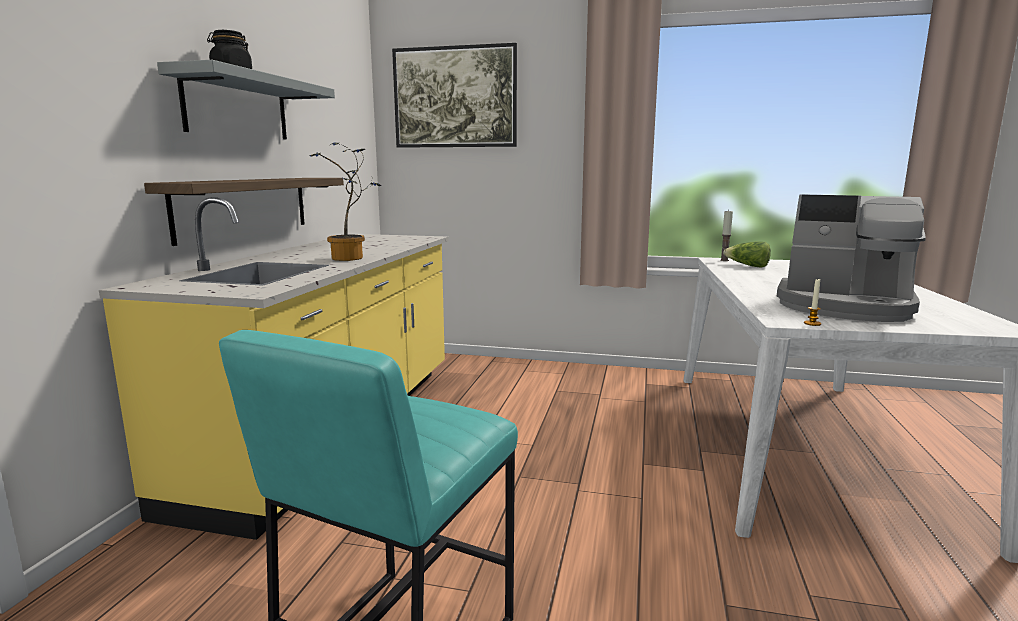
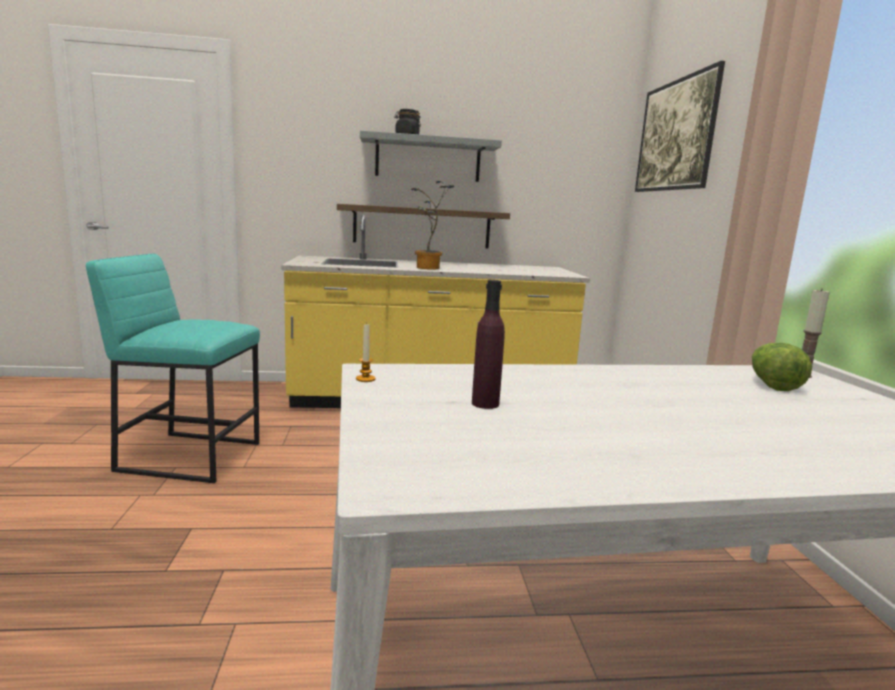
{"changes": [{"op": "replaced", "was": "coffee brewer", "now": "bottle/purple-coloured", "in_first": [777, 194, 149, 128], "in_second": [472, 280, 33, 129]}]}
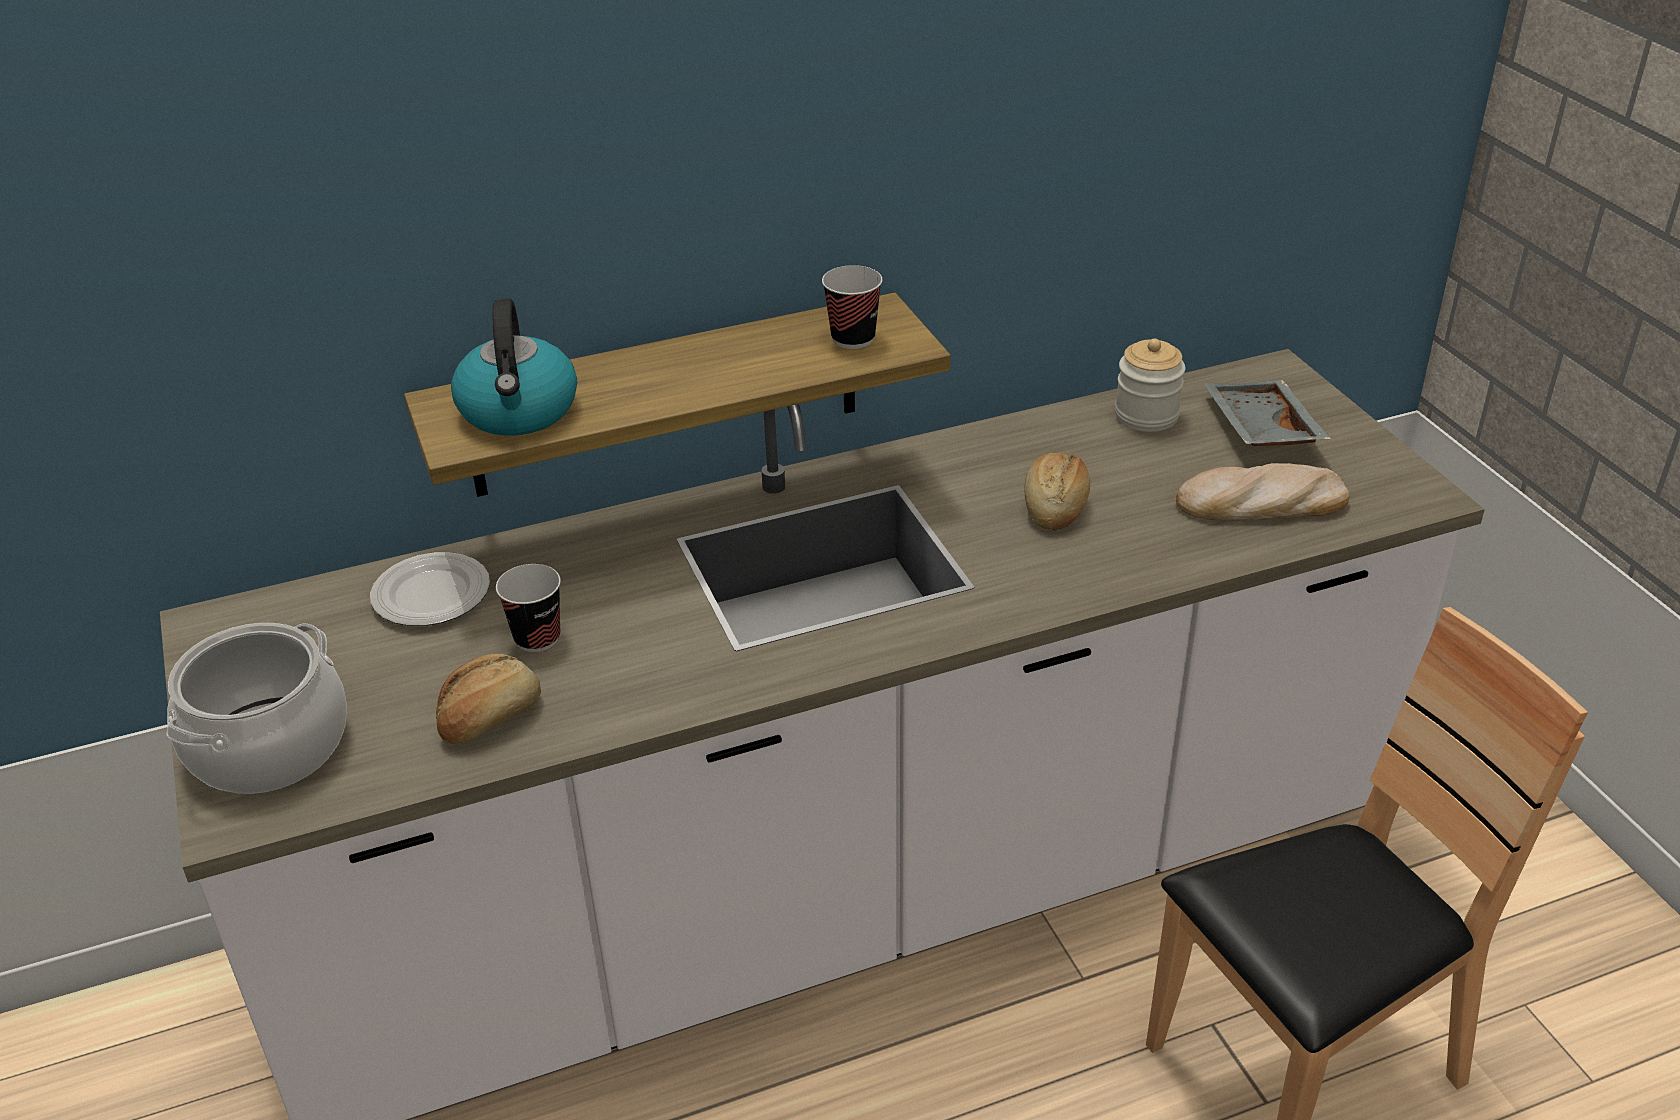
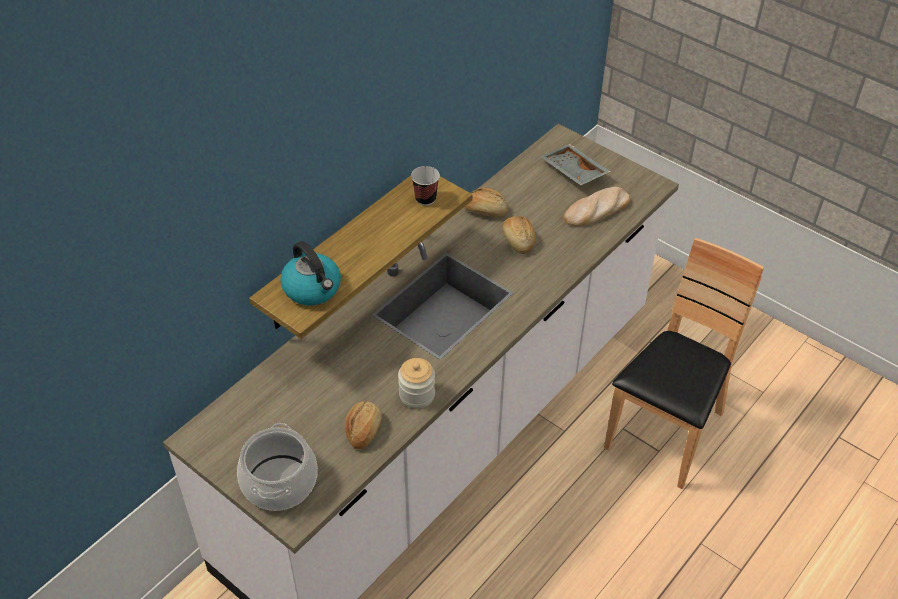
{"changes": [{"op": "moved", "was": "jar", "in_first": [1115, 339, 70, 93], "in_second": [398, 358, 37, 51]}, {"op": "removed", "was": "plate", "in_first": [370, 552, 120, 74]}, {"op": "removed", "was": "drinking cup", "in_first": [496, 564, 65, 88]}, {"op": "added", "now": "baked bread", "in_second": [464, 188, 44, 30]}]}
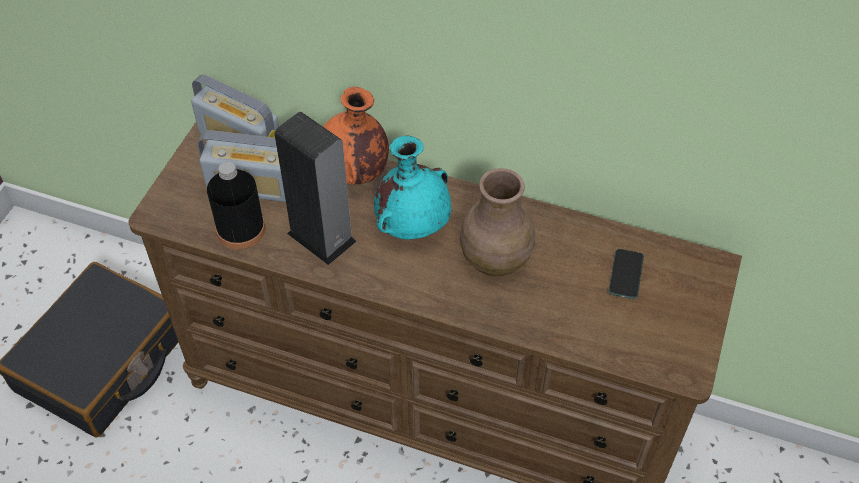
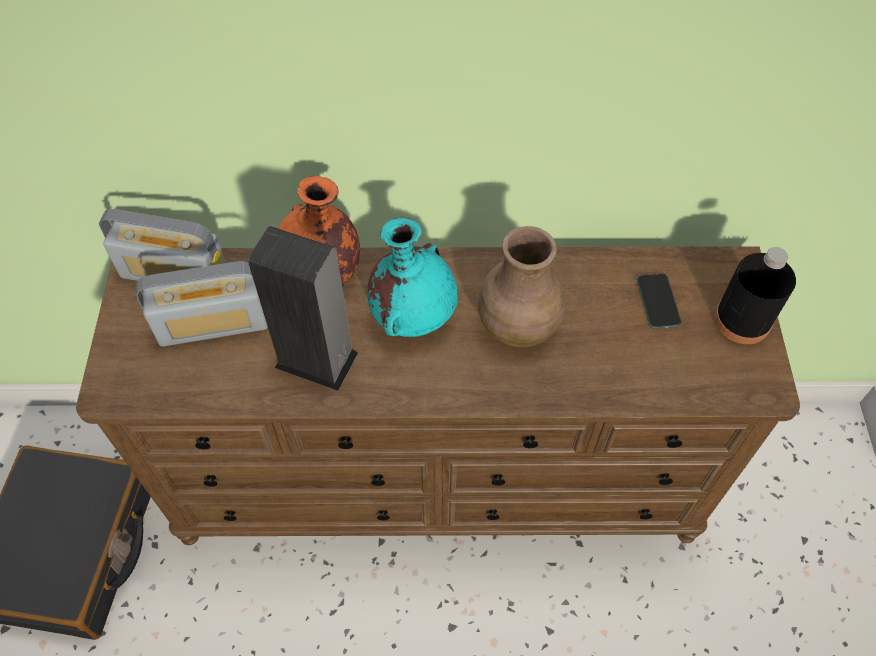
{"changes": [{"op": "moved", "was": "bottle/black-coloured", "in_first": [207, 162, 59, 87], "in_second": [714, 247, 82, 97]}]}
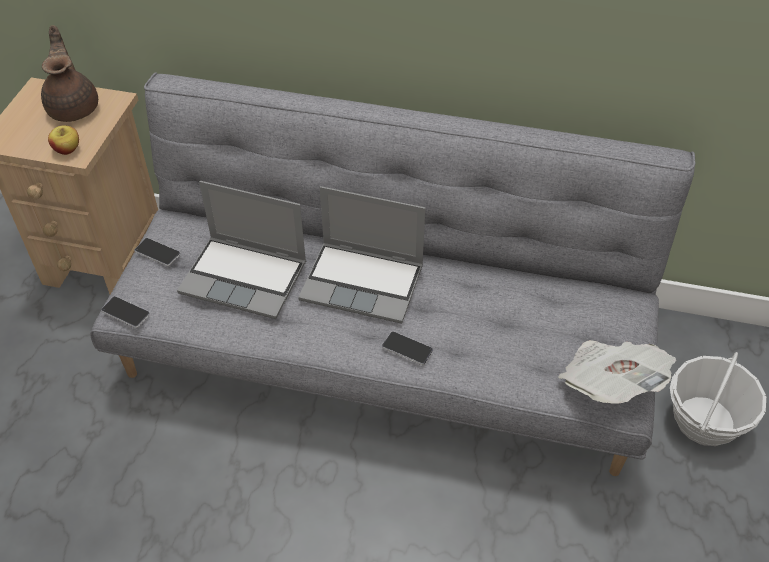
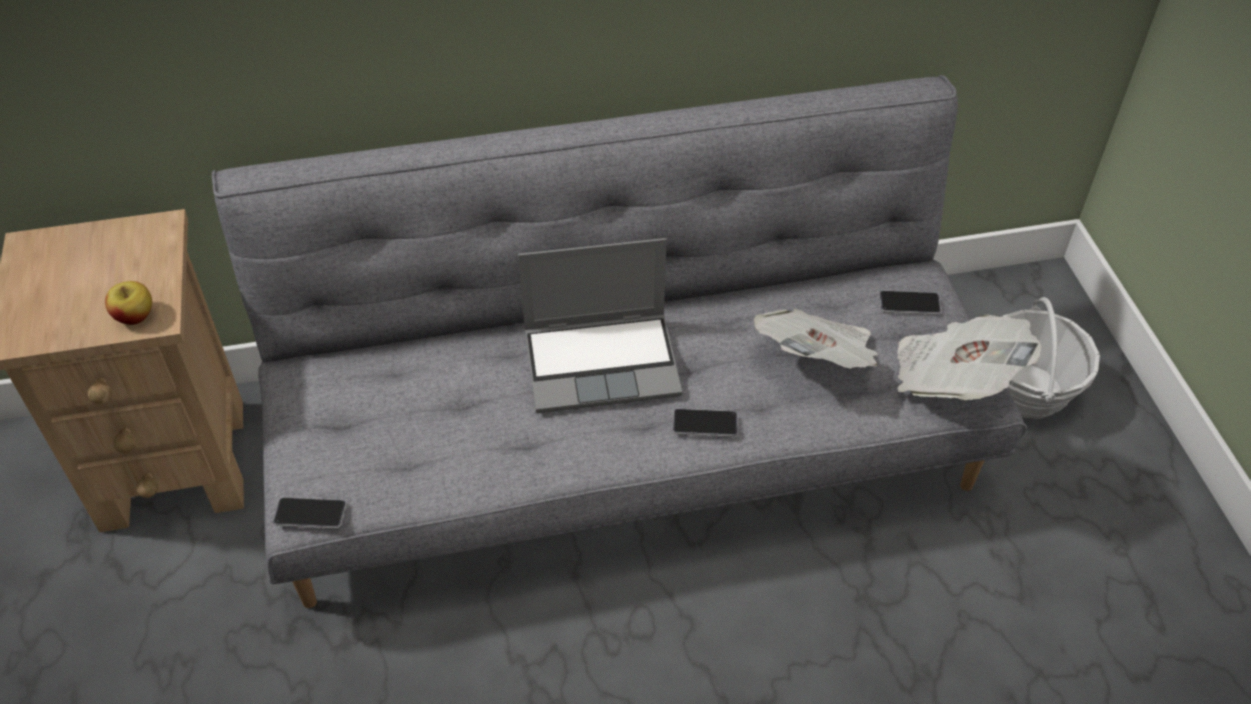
{"changes": [{"op": "removed", "was": "pot for tea/brownish", "in_first": [41, 25, 57, 97]}, {"op": "removed", "was": "laptop", "in_first": [177, 181, 129, 138]}, {"op": "moved", "was": "handset", "in_first": [134, 238, 46, 28], "in_second": [880, 291, 61, 24]}, {"op": "added", "now": "printed paper", "in_second": [754, 309, 124, 59]}]}
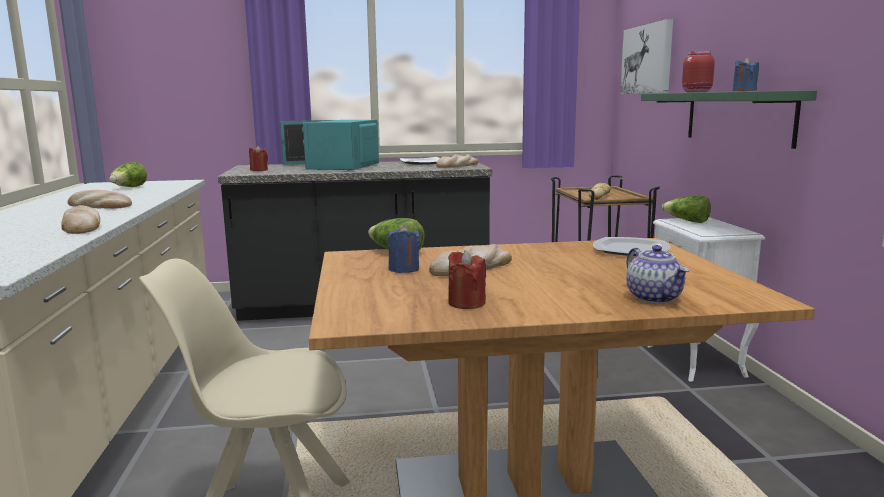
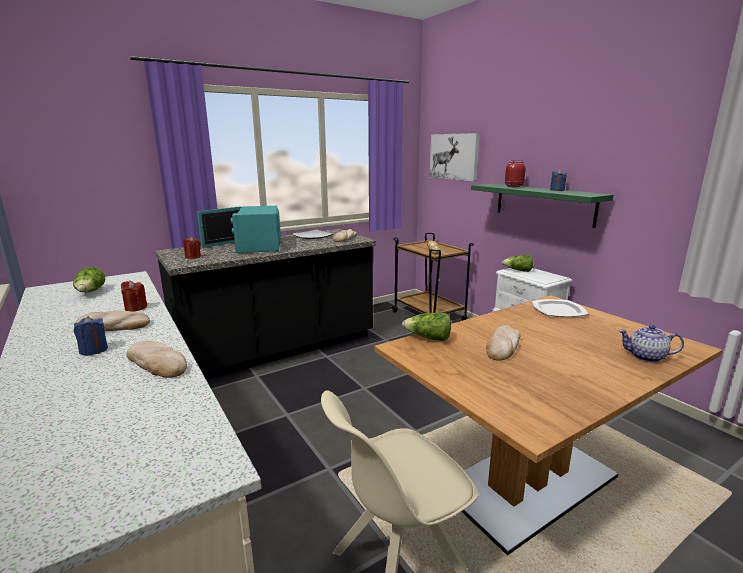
{"changes": [{"op": "moved", "was": "wax light/bluish", "in_first": [388, 225, 32, 48], "in_second": [74, 316, 34, 40]}, {"op": "turned", "was": "pot for tea", "in_first": [626, 245, 63, 59], "in_second": [618, 325, 66, 37], "clockwise": 150}, {"op": "moved", "was": "wax light/red-coloured", "in_first": [448, 250, 38, 59], "in_second": [121, 281, 26, 31]}]}
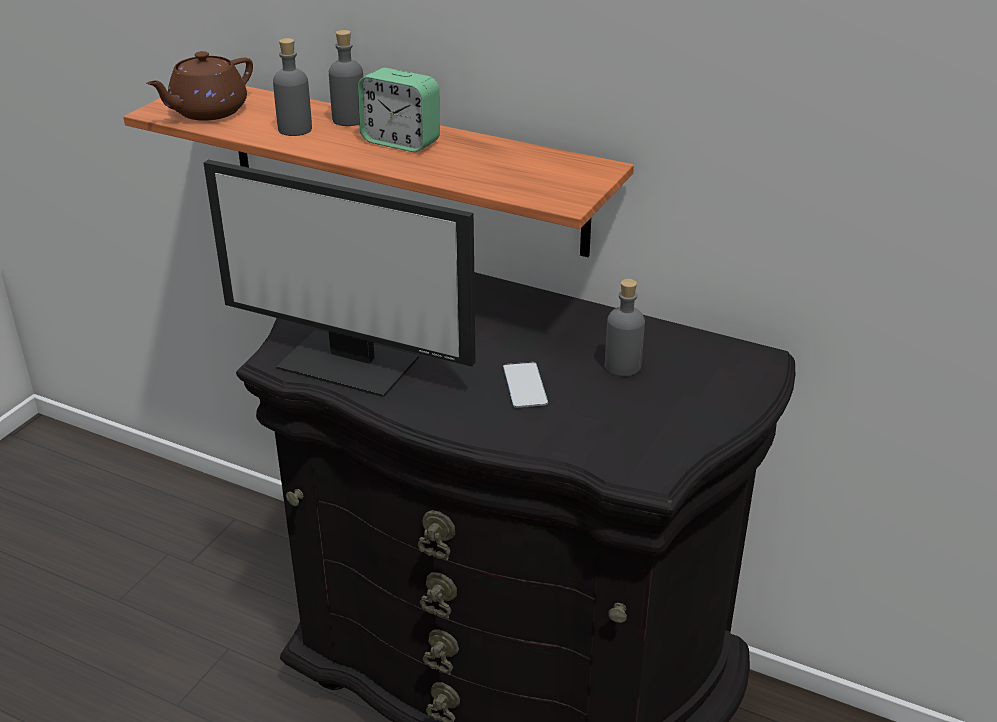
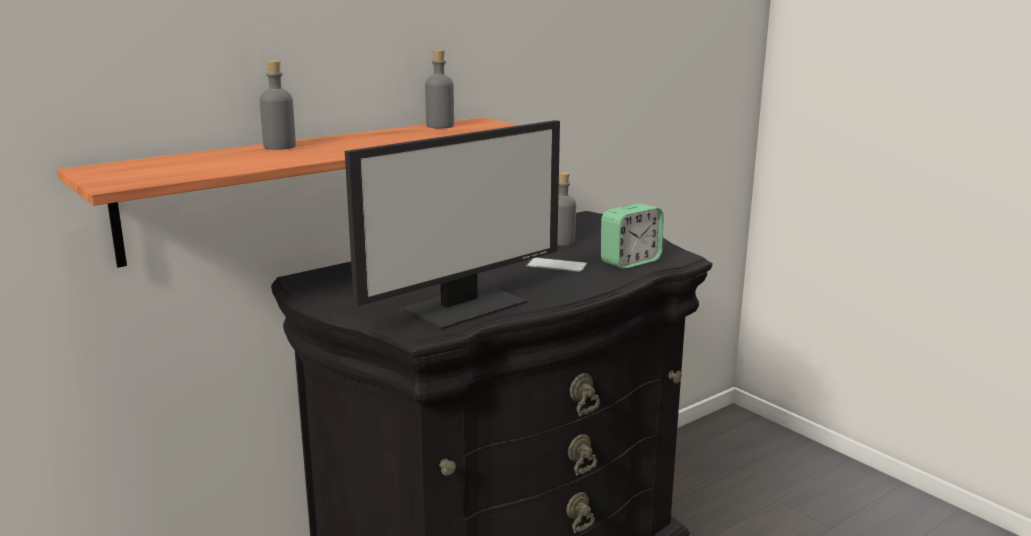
{"changes": [{"op": "moved", "was": "bottle/gray", "in_first": [273, 38, 39, 98], "in_second": [425, 50, 29, 78]}, {"op": "removed", "was": "pot for tea/brownish", "in_first": [146, 51, 107, 70]}, {"op": "moved", "was": "table clock", "in_first": [358, 68, 82, 84], "in_second": [601, 203, 63, 66]}]}
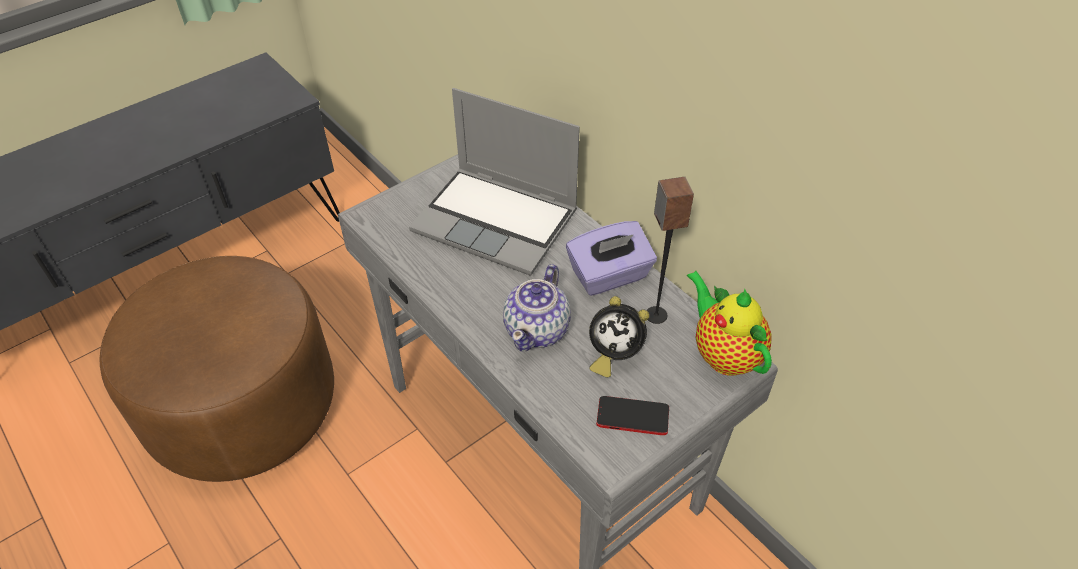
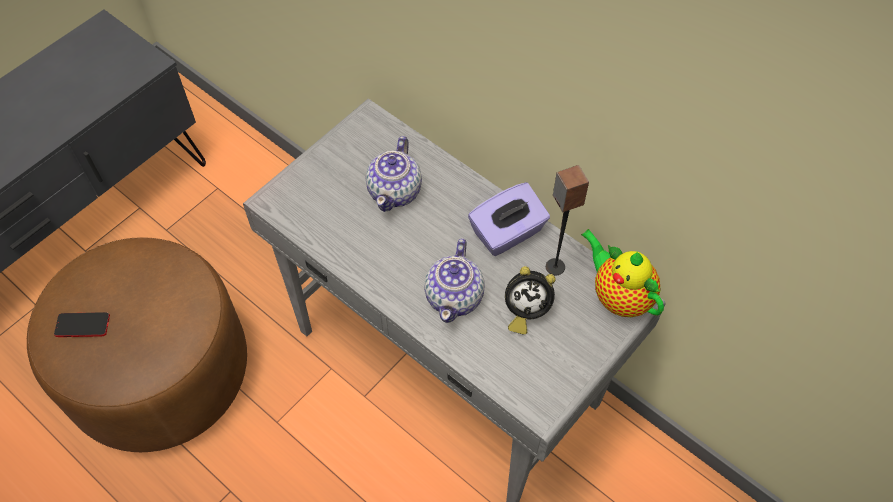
{"changes": [{"op": "replaced", "was": "laptop", "now": "pot for tea", "in_first": [409, 88, 171, 188], "in_second": [366, 136, 56, 76]}, {"op": "moved", "was": "handset", "in_first": [596, 396, 73, 39], "in_second": [54, 312, 56, 25]}]}
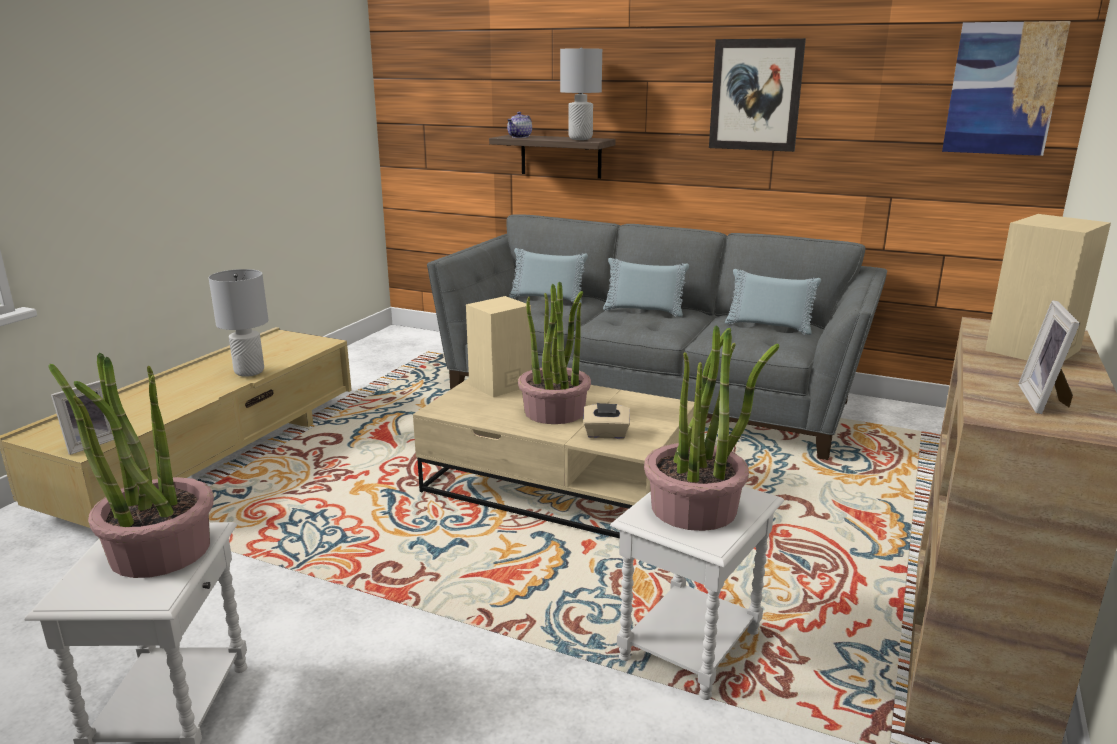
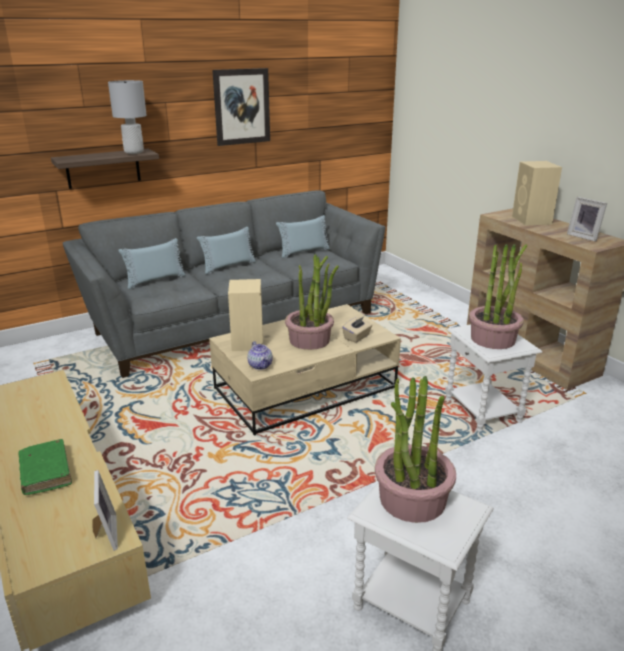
{"changes": [{"op": "removed", "was": "picture", "in_first": [942, 21, 129, 135]}, {"op": "moved", "was": "pot for tea", "in_first": [507, 112, 25, 26], "in_second": [247, 341, 26, 29]}, {"op": "removed", "was": "lamp for a table/gray", "in_first": [209, 269, 59, 108]}, {"op": "added", "now": "bound book/green", "in_second": [18, 439, 54, 56]}]}
